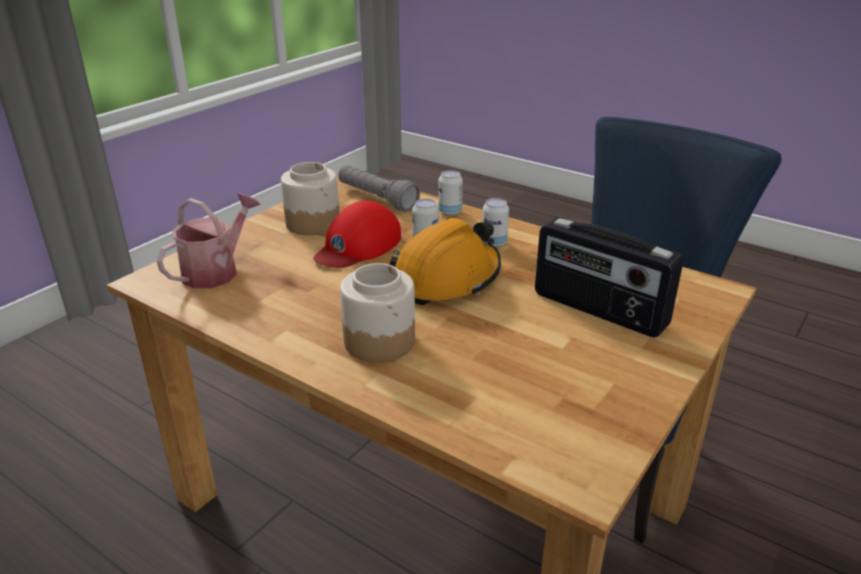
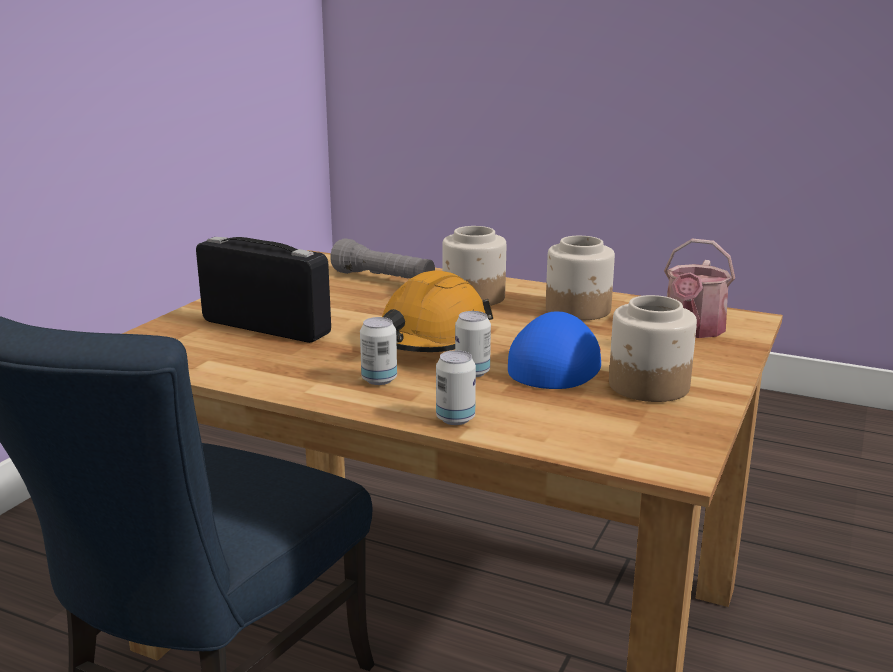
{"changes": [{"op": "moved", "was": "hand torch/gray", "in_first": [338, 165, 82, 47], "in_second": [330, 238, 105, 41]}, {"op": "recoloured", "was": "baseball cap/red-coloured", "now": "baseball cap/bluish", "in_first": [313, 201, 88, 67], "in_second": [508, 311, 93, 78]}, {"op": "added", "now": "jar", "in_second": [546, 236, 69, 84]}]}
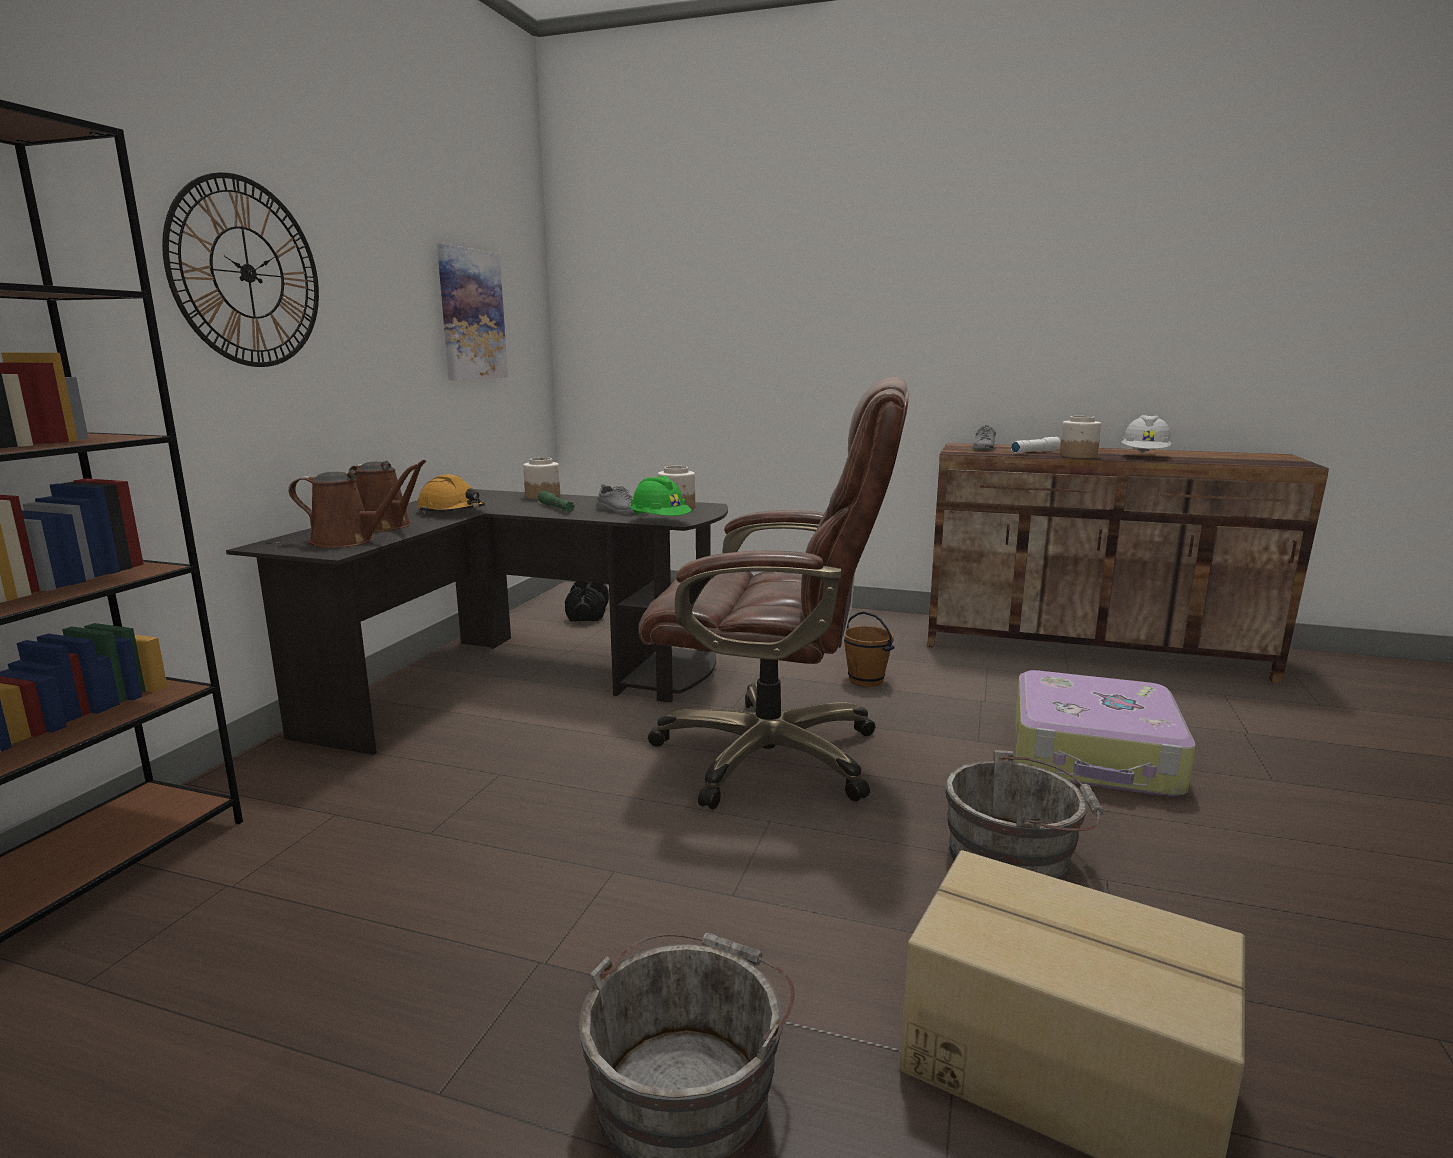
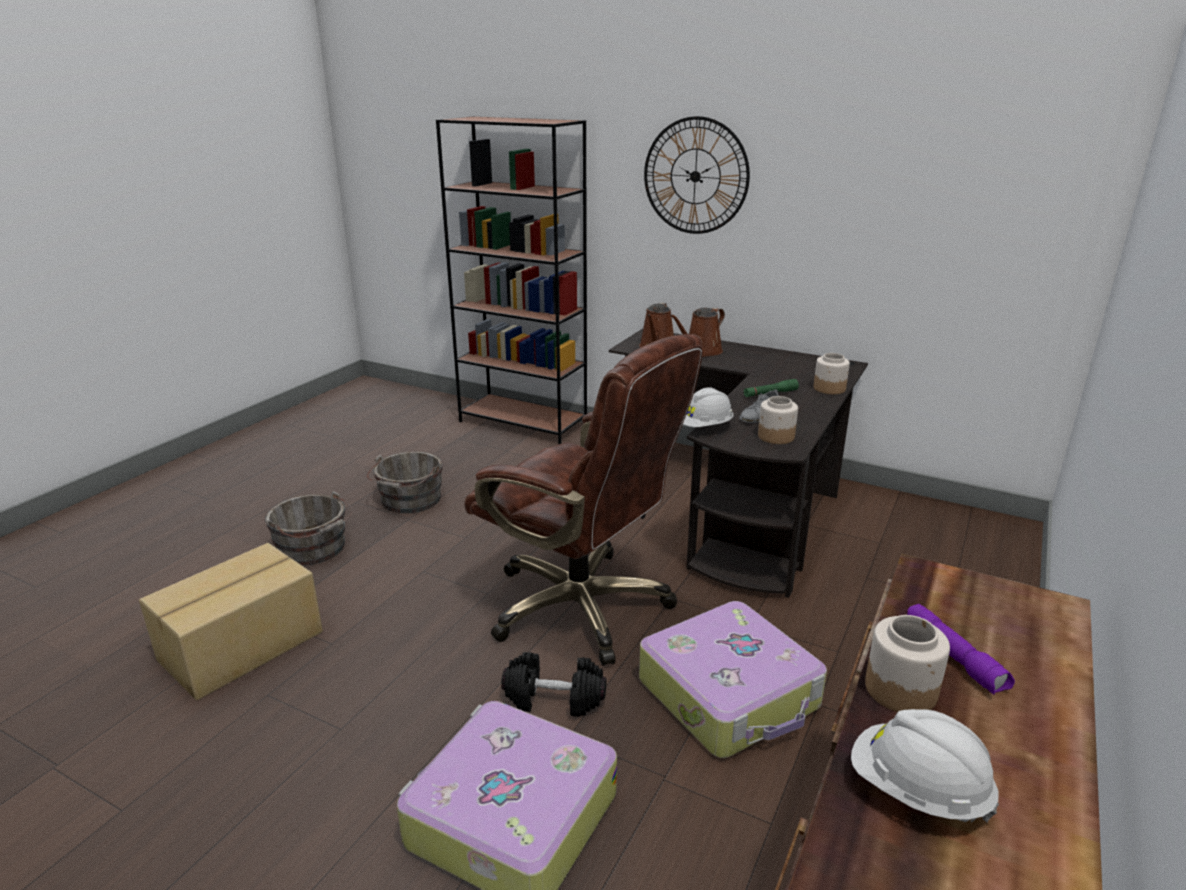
{"changes": [{"op": "removed", "was": "picture", "in_first": [437, 244, 71, 136]}, {"op": "turned", "was": "desk chair/brownish", "in_first": [639, 377, 270, 433], "in_second": [464, 334, 239, 332], "clockwise": -75}, {"op": "removed", "was": "low shoe/gray", "in_first": [972, 425, 24, 25]}, {"op": "recoloured", "was": "hand torch/white-coloured", "now": "hand torch/purple-coloured", "in_first": [1011, 437, 50, 16], "in_second": [907, 604, 108, 91]}, {"op": "removed", "was": "work helmet/orange-coloured", "in_first": [417, 474, 68, 40]}, {"op": "recoloured", "was": "work helmet/green", "now": "work helmet/white-coloured", "in_first": [630, 476, 62, 42], "in_second": [683, 387, 51, 40]}, {"op": "moved", "was": "free weight/black-coloured", "in_first": [565, 581, 44, 40], "in_second": [501, 652, 106, 65]}, {"op": "replaced", "was": "pail/brownish", "now": "suitcase", "in_first": [844, 611, 51, 76], "in_second": [639, 601, 188, 157]}, {"op": "moved", "was": "pail/gray", "in_first": [945, 750, 159, 130], "in_second": [367, 452, 76, 61]}]}
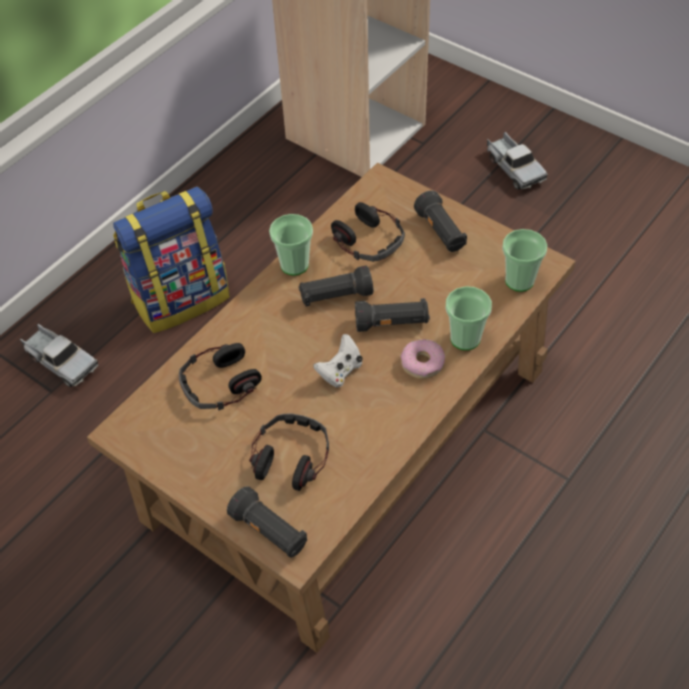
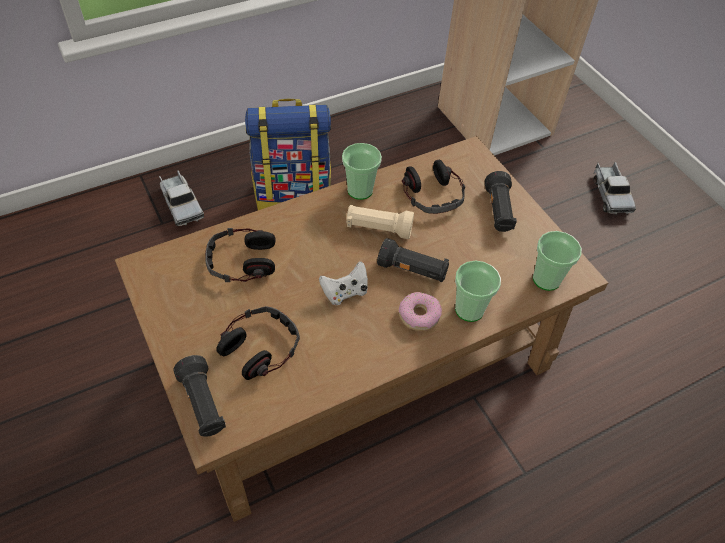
{"changes": [{"op": "recoloured", "was": "hand torch/black-coloured", "now": "hand torch/sand-coloured", "in_first": [299, 266, 74, 41], "in_second": [346, 205, 68, 34]}]}
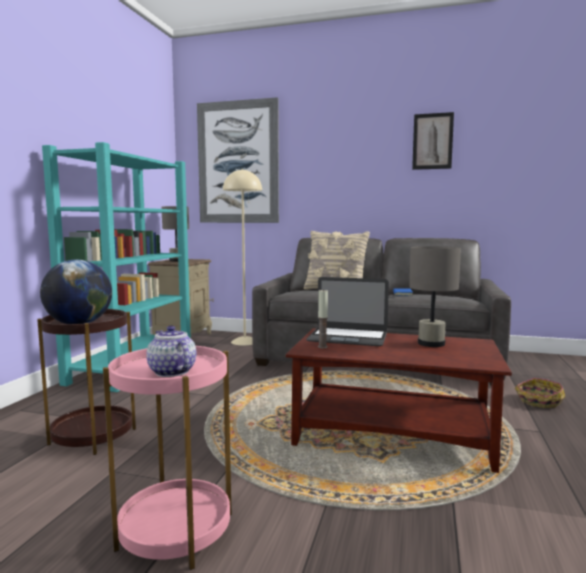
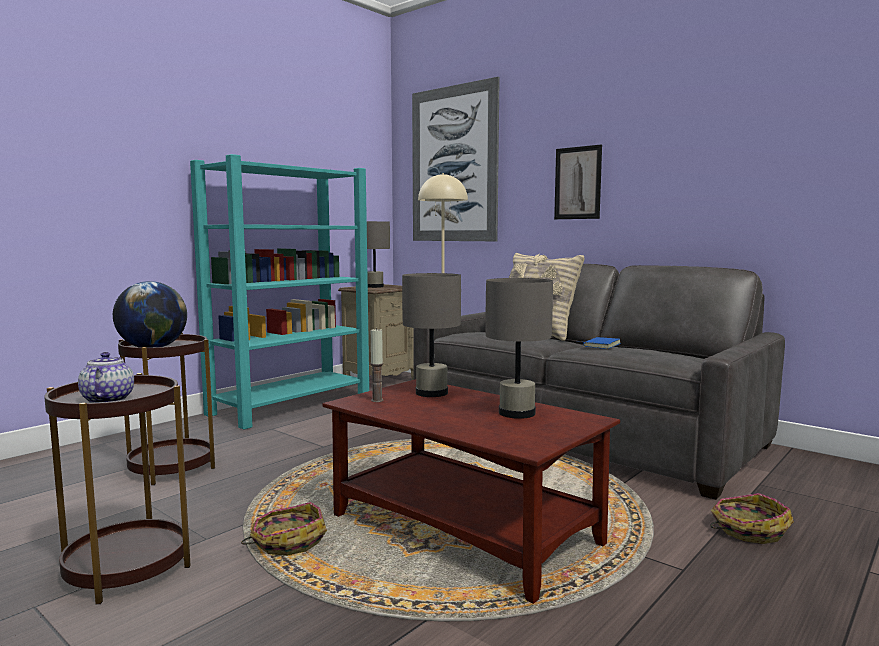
{"changes": [{"op": "moved", "was": "picture", "in_first": [412, 112, 42, 58], "in_second": [554, 145, 48, 74]}, {"op": "replaced", "was": "laptop", "now": "lamp for a table/gray", "in_first": [306, 277, 83, 69], "in_second": [402, 273, 59, 124]}, {"op": "recoloured", "was": "side table/pink-coloured", "now": "side table/brownish", "in_first": [103, 346, 129, 224], "in_second": [44, 373, 147, 231]}, {"op": "added", "now": "basket", "in_second": [241, 502, 86, 54]}]}
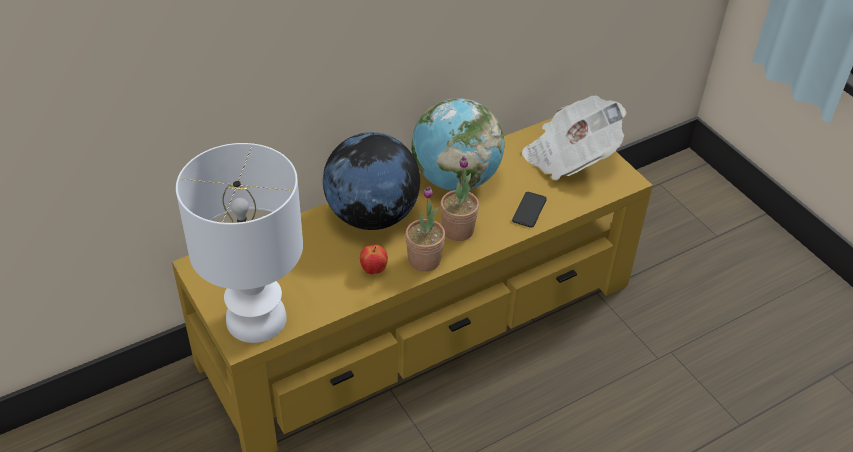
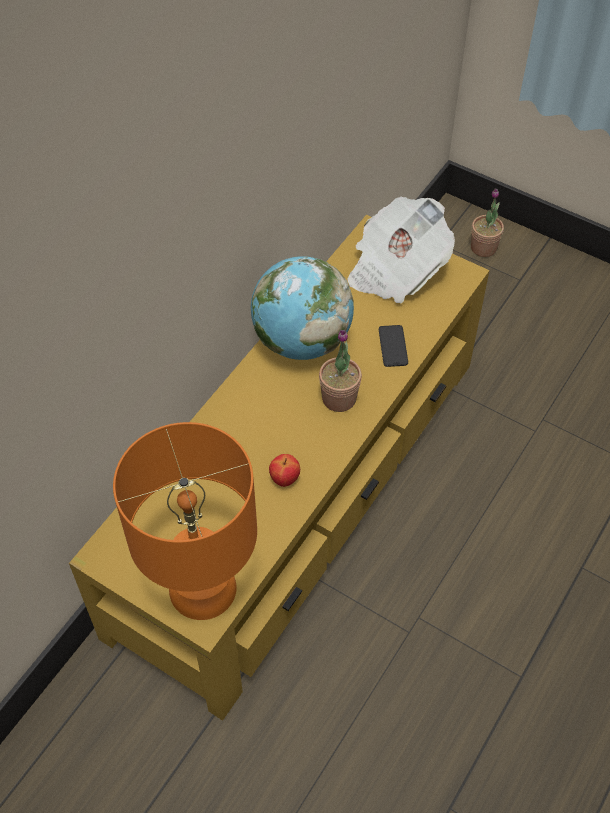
{"changes": [{"op": "removed", "was": "globe", "in_first": [323, 132, 97, 98]}, {"op": "recoloured", "was": "lamp for a table/white-coloured", "now": "lamp for a table/orange-coloured", "in_first": [176, 143, 127, 200], "in_second": [113, 422, 144, 198]}, {"op": "moved", "was": "plant in a pot", "in_first": [405, 186, 40, 86], "in_second": [471, 188, 33, 69]}]}
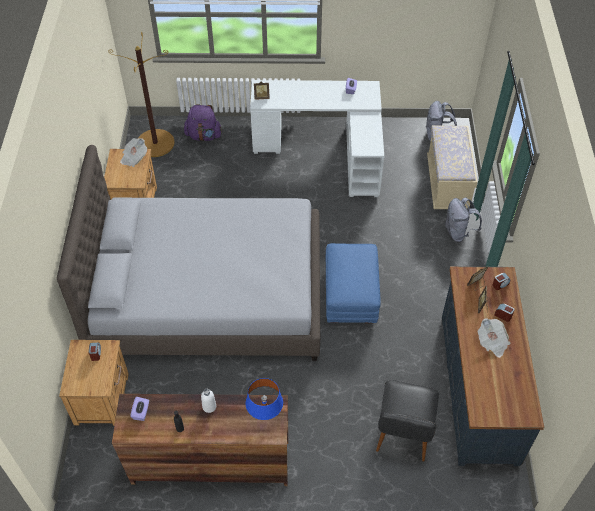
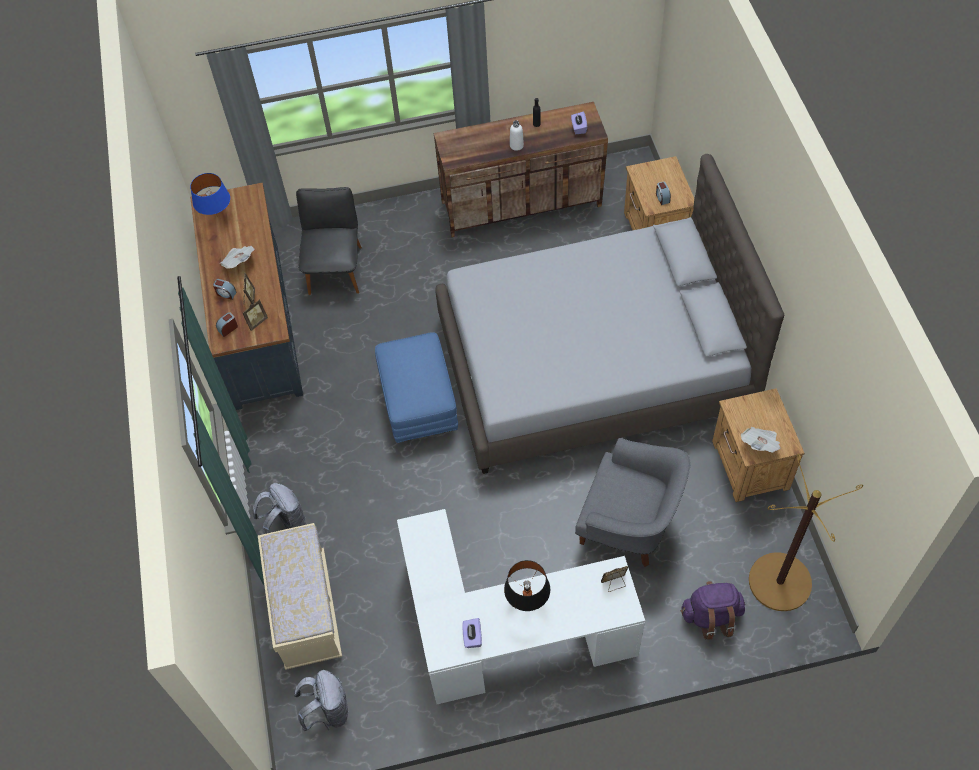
{"changes": [{"op": "moved", "was": "lamp for a table/bluish", "in_first": [246, 378, 37, 42], "in_second": [190, 173, 40, 44]}, {"op": "added", "now": "lounge chair/gray", "in_second": [575, 438, 116, 129]}, {"op": "added", "now": "lamp for a table/black-coloured", "in_second": [504, 560, 46, 51]}]}
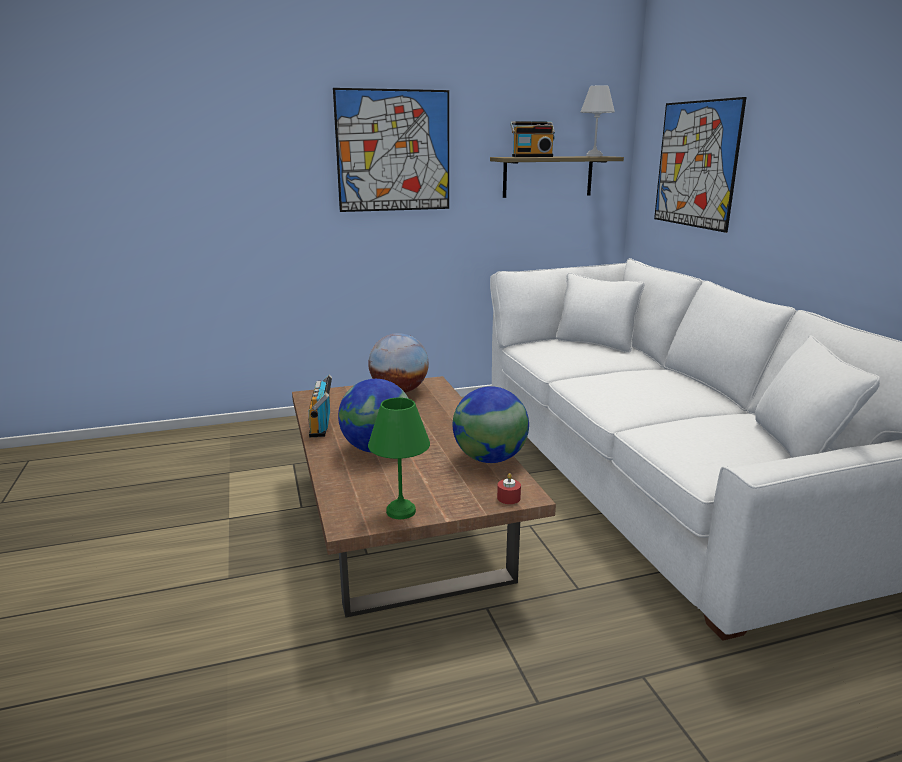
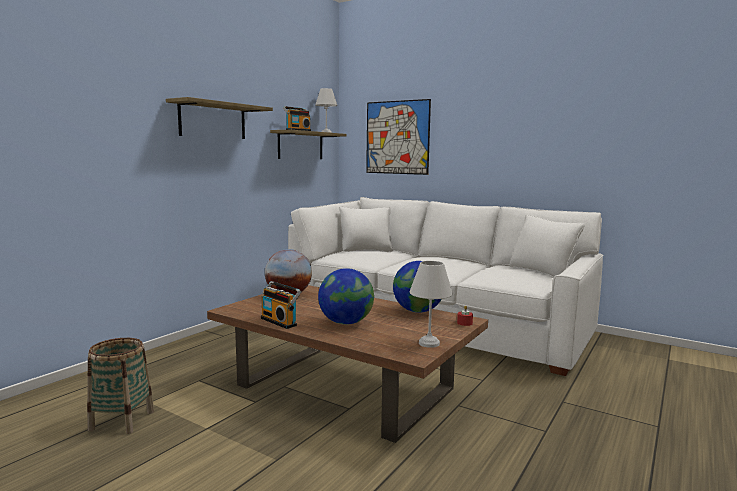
{"changes": [{"op": "replaced", "was": "picture", "now": "bracket shelf", "in_first": [333, 88, 116, 124], "in_second": [166, 97, 107, 42]}, {"op": "recoloured", "was": "lamp for a table/green", "now": "lamp for a table/white-coloured", "in_first": [368, 397, 62, 122], "in_second": [409, 261, 44, 87]}, {"op": "added", "now": "basket", "in_second": [87, 338, 67, 96]}]}
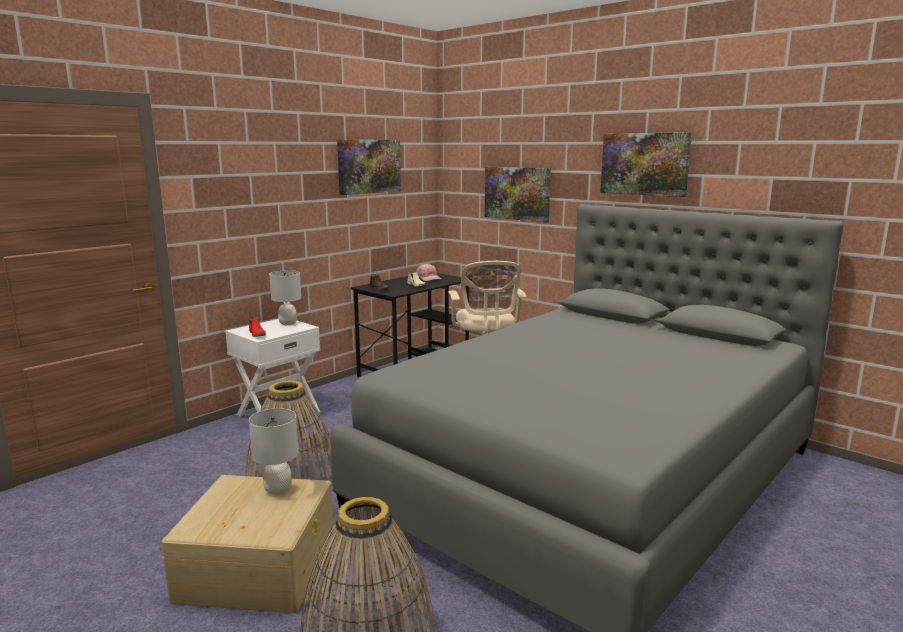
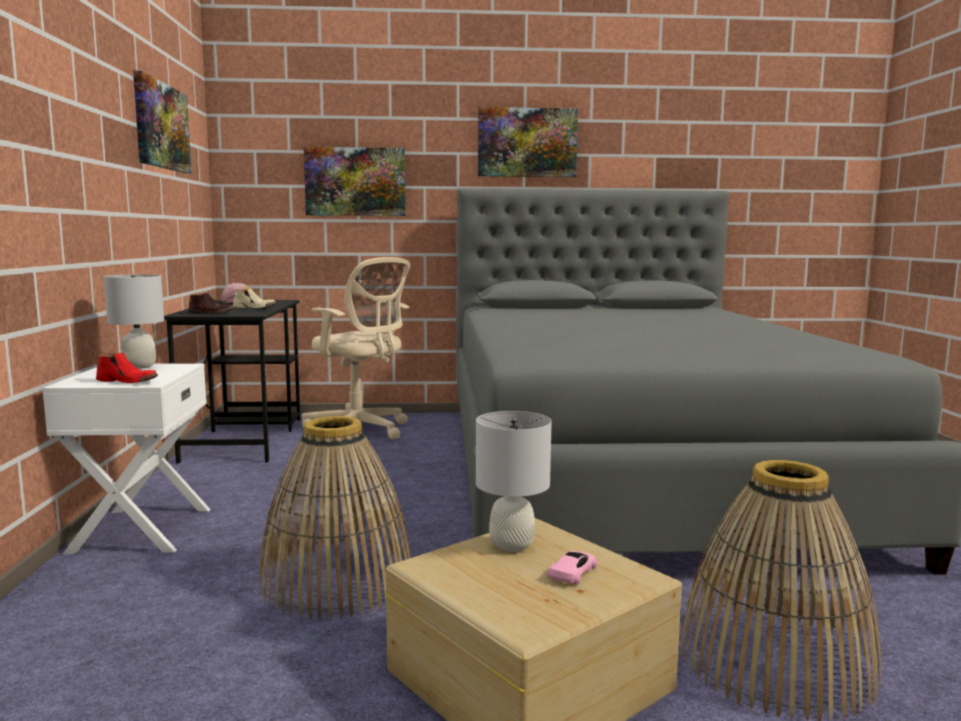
{"changes": [{"op": "added", "now": "miniature car/pink-coloured", "in_second": [547, 551, 50, 34]}]}
